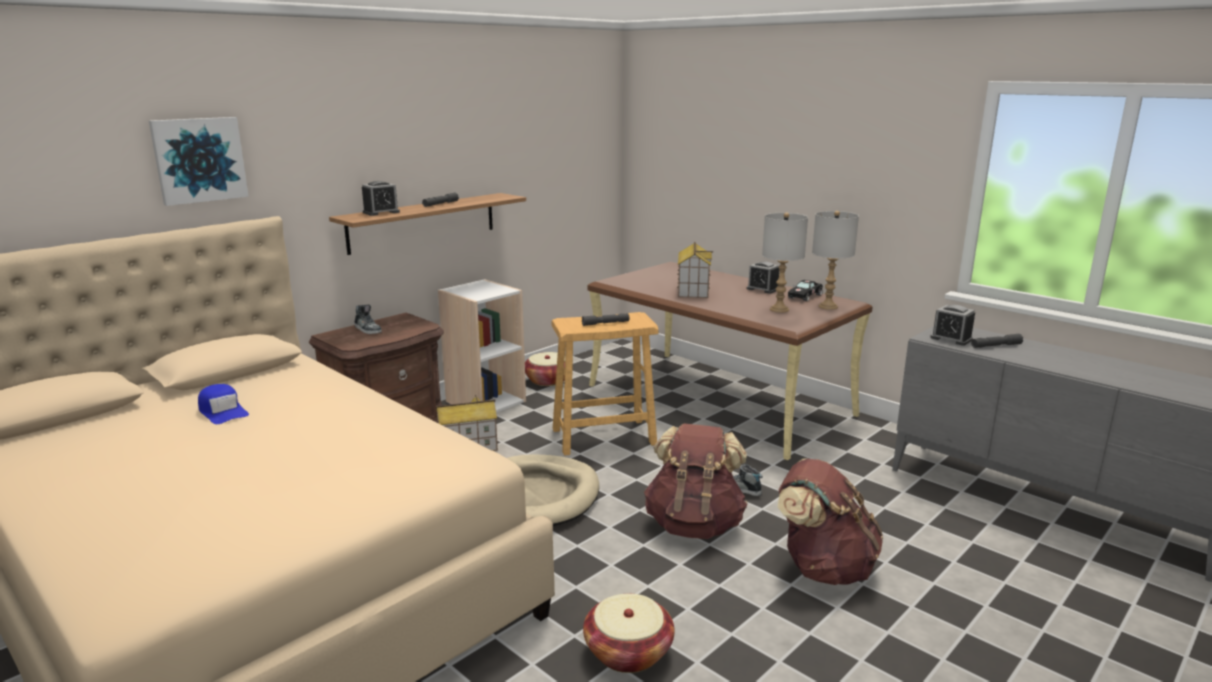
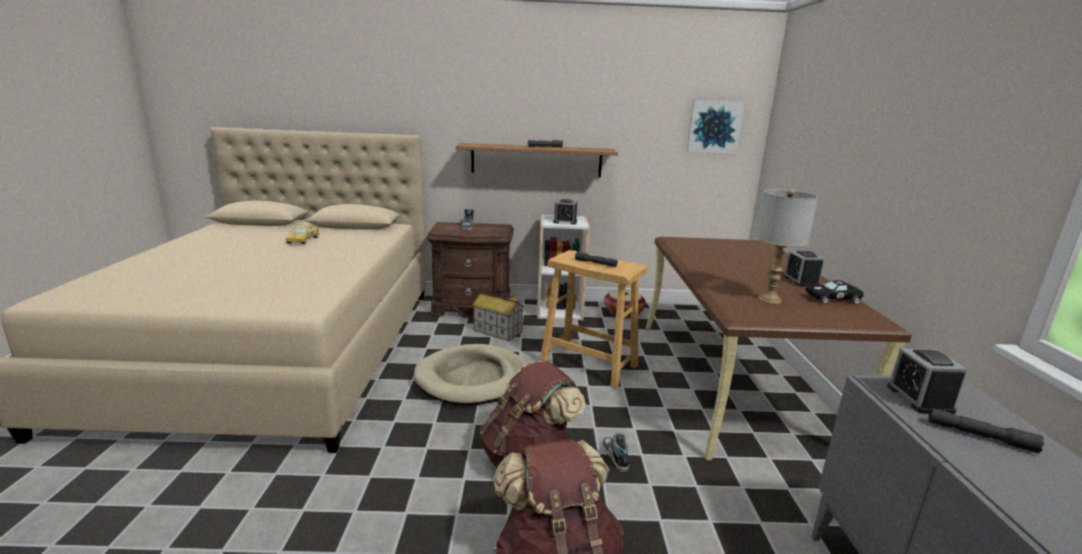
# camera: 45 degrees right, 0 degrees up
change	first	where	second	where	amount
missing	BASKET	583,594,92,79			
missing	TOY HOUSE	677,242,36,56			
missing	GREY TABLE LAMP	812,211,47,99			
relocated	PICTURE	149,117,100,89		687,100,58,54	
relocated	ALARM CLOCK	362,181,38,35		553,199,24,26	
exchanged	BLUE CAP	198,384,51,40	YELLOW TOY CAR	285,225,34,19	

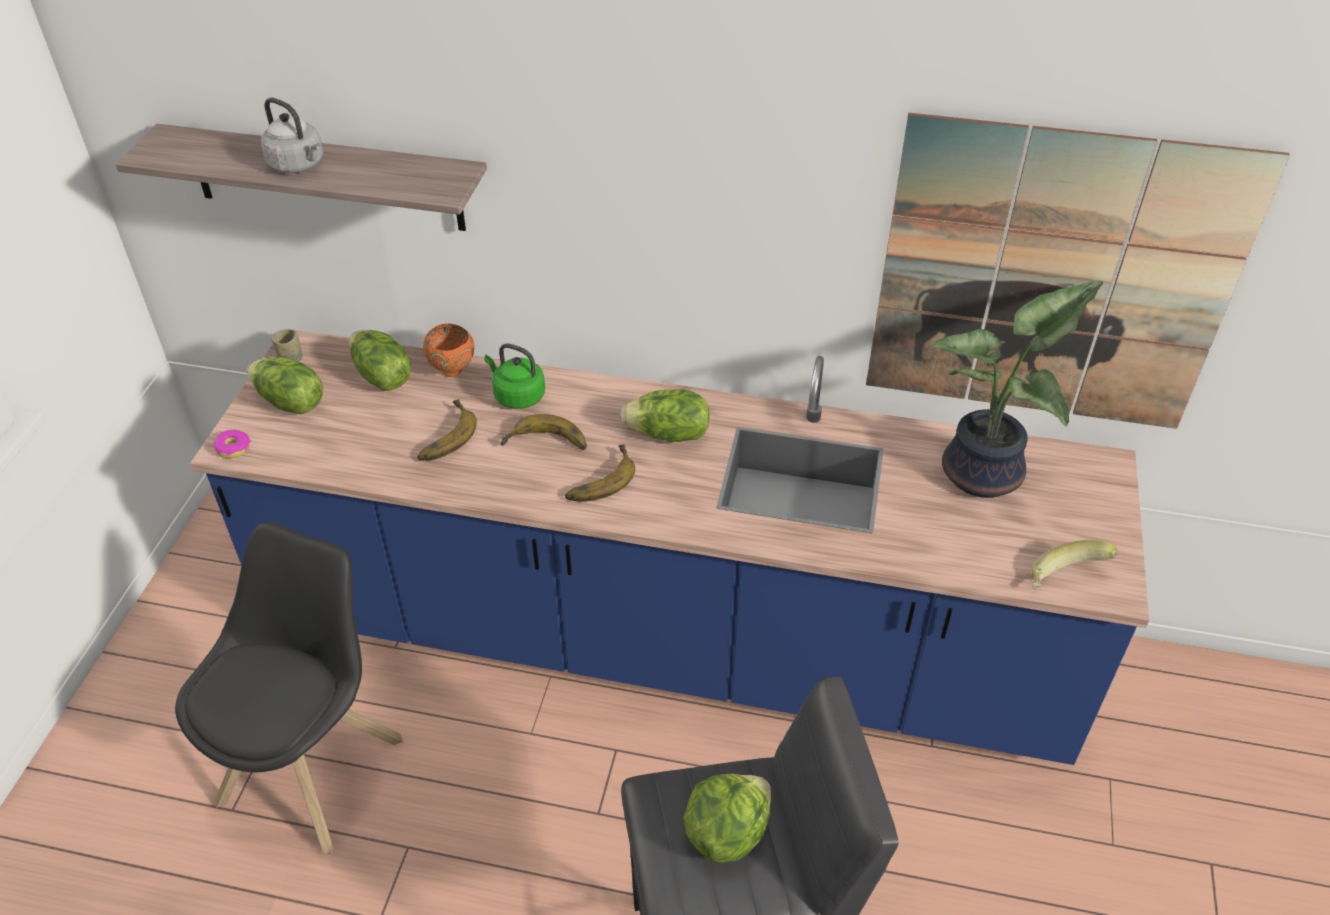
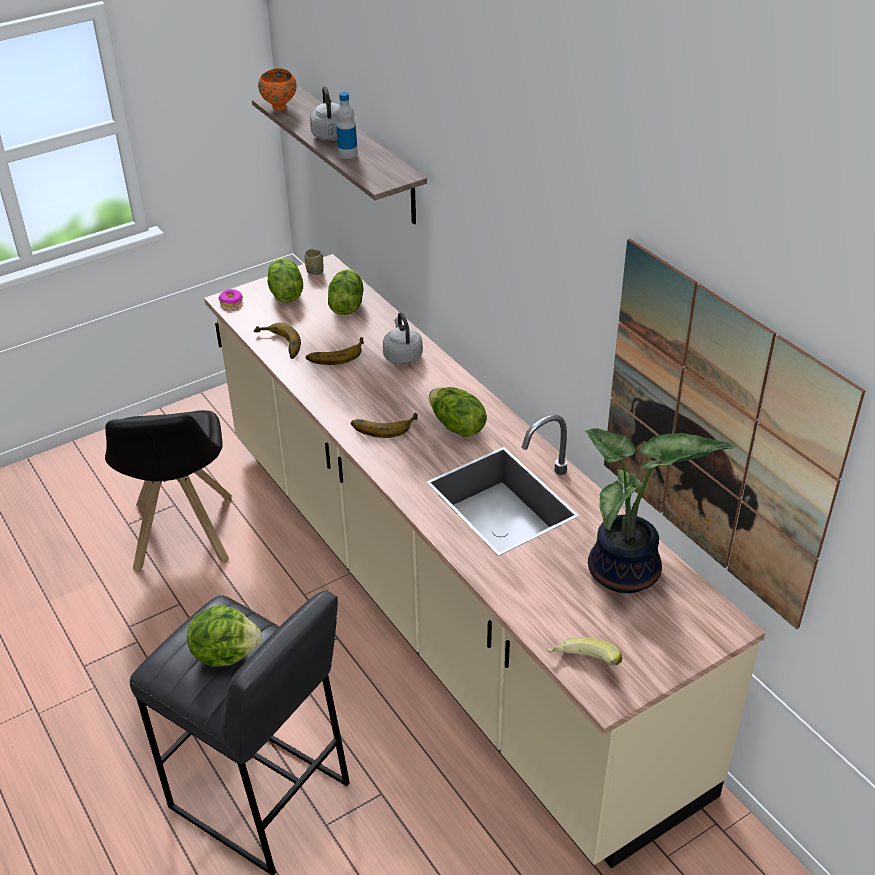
# camera: 45 degrees right, 5 degrees down
change	first	where	second	where	amount
appeared			BOTTLE	336,92,22,67	
relocated	ORANGE BOWL	423,323,52,54		258,68,39,43	
relocated	BANANA	500,414,87,36		254,323,47,36	
colour	BLUE COUNTER	190,328,959,437	BEIGE COUNTER	204,254,561,614	
colour	GREEN KETTLE	484,343,61,66	GREY KETTLE	383,312,40,53	
spun	BLACK CHAIR	175,522,228,333		105,410,127,162	105 degrees clockwise

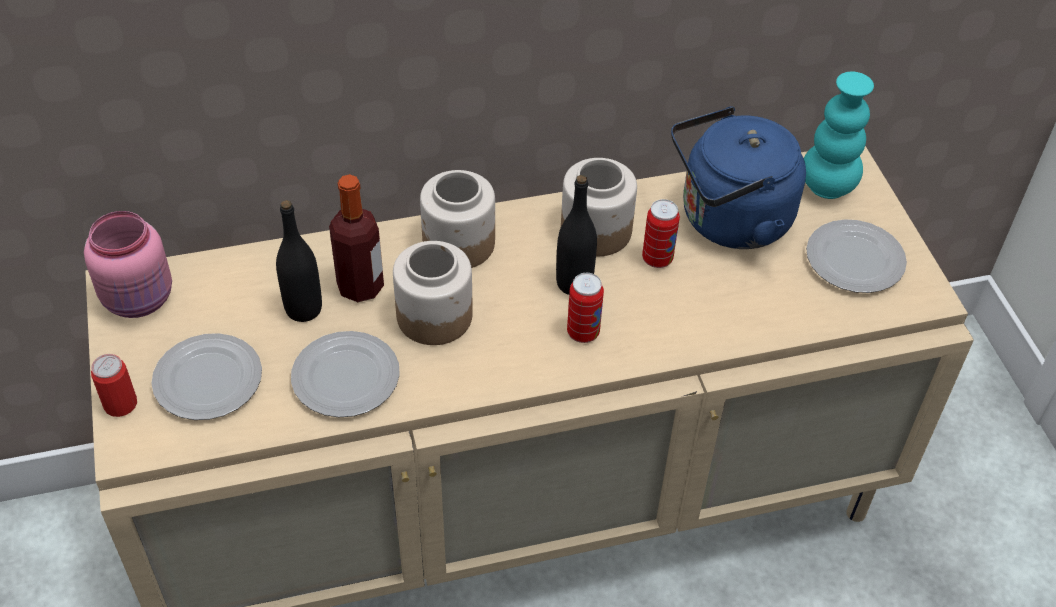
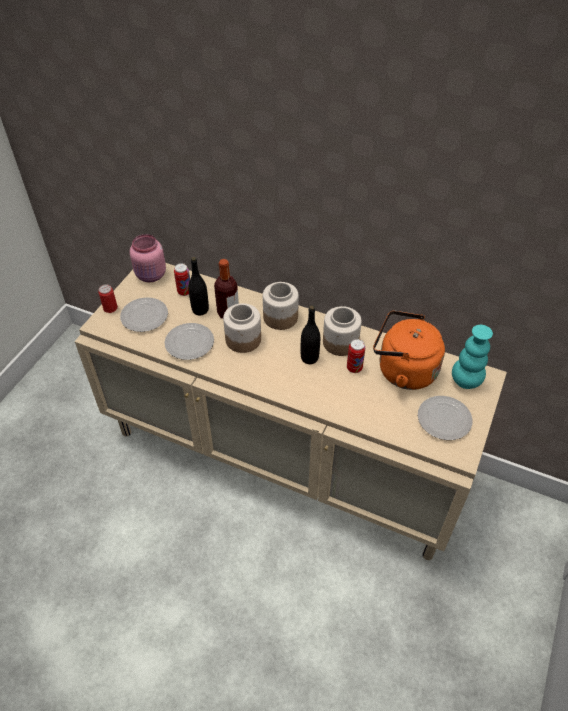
# camera: 40 degrees right, 0 degrees up
change	first	where	second	where	amount
relocated	CAN	567,273,37,70		174,263,16,33	
colour	BLUE KETTLE	671,106,135,143	ORANGE KETTLE	373,310,72,80	

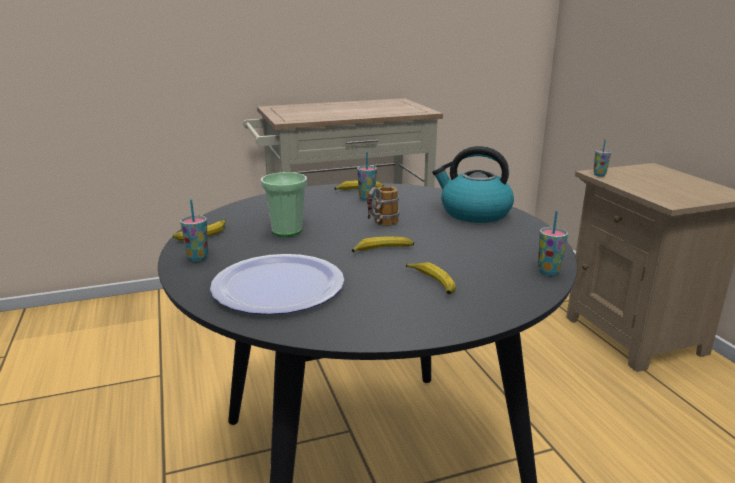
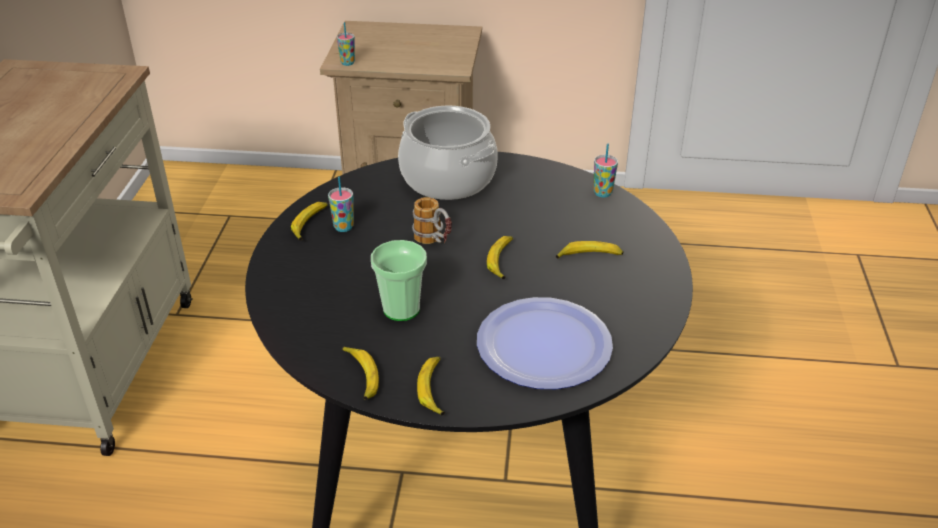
# camera: 65 degrees left, 15 degrees up
change	first	where	second	where	amount
exchanged	CUP	180,200,28,61	BANANA	417,356,28,60	
exchanged	KETTLE	432,146,82,77	COOKING POT	398,106,100,94	

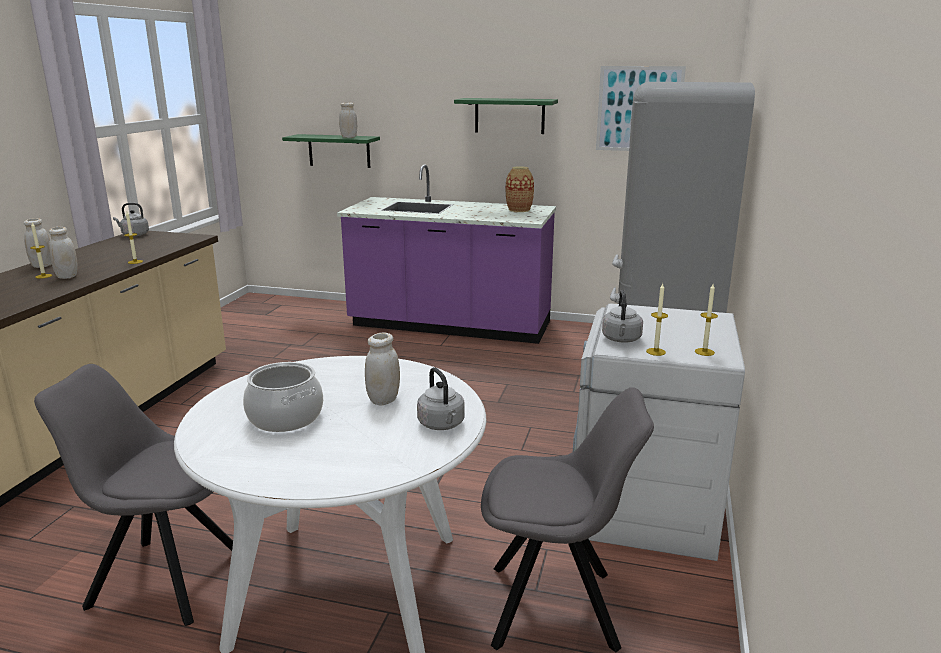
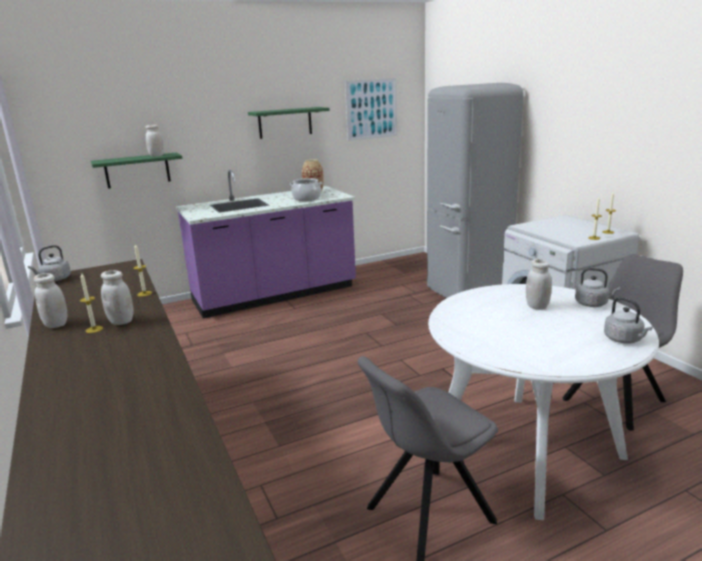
# camera: 40 degrees left, 0 degrees up
change	first	where	second	where	amount
relocated	COOKING POT	243,362,80,70		289,178,33,23	
relocated	GREY KETTLE	602,290,41,53		604,297,49,47	

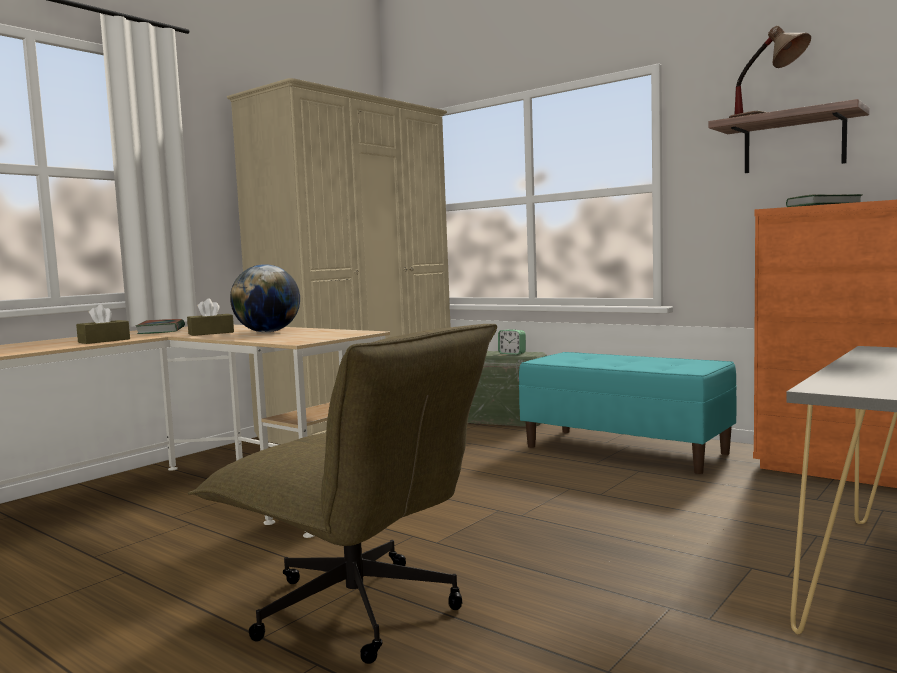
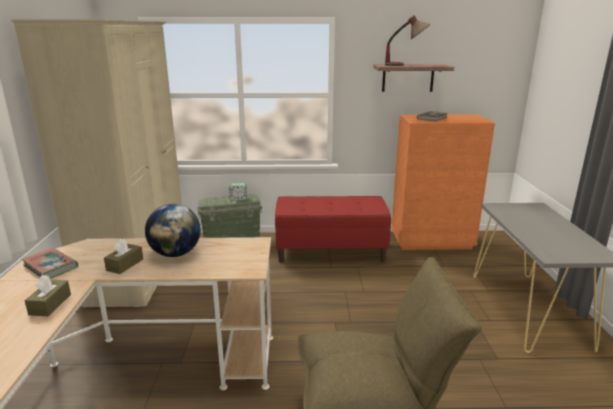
# camera: 40 degrees left, 15 degrees up
change	first	where	second	where	amount
colour	TURQUOISE BENCH	519,352,218,122	RED BENCH	275,196,116,67	

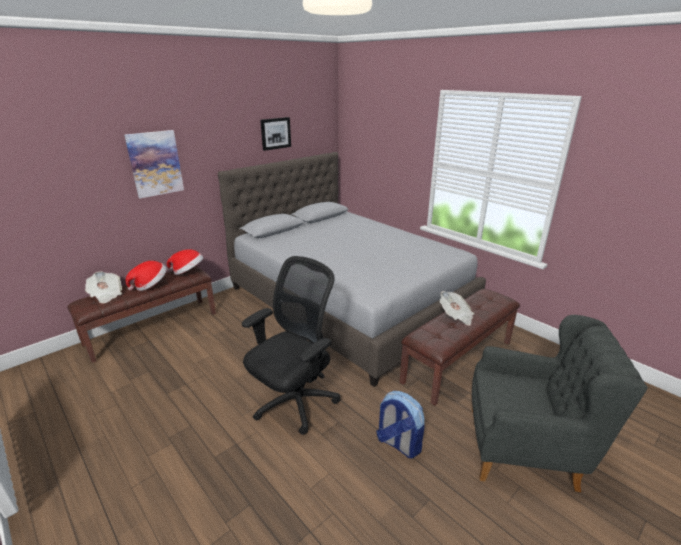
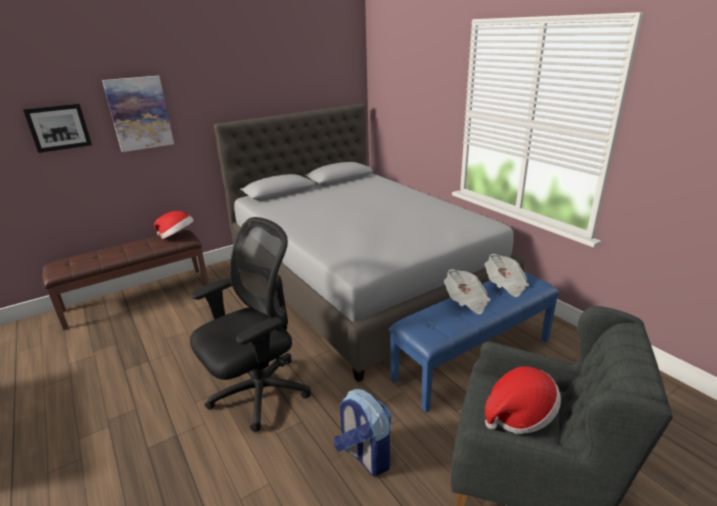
# camera: 10 degrees right, 0 degrees up
change	first	where	second	where	amount
relocated	NEWSPAPER	85,271,37,32		485,254,44,43	
relocated	HAT	126,261,41,30		485,366,76,68	
relocated	PICTURE	260,117,31,34		23,104,69,49	
colour	BROWN BENCH	400,289,120,117	BLUE BENCH	389,272,171,140	

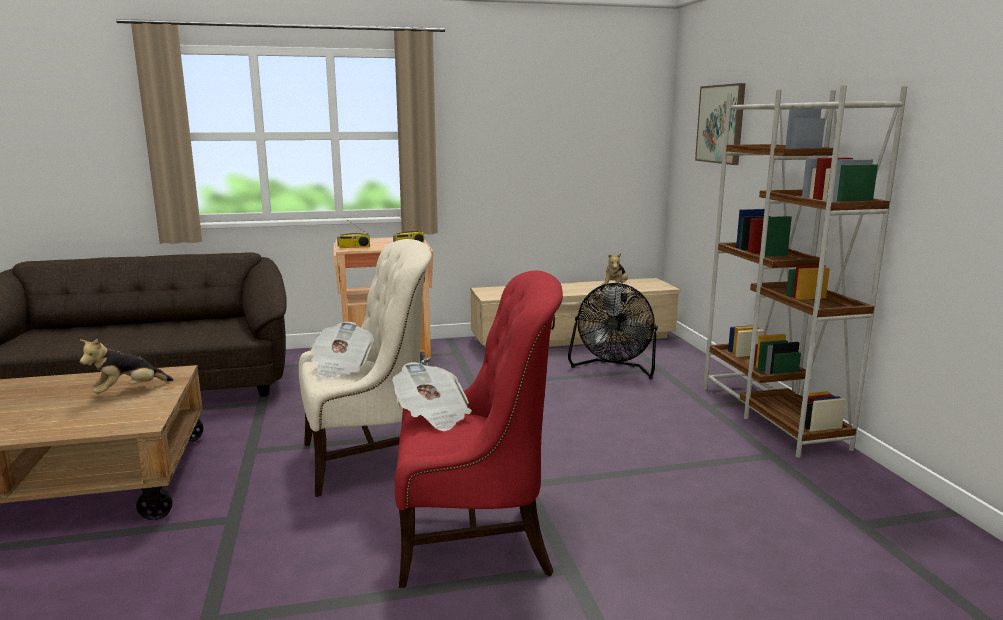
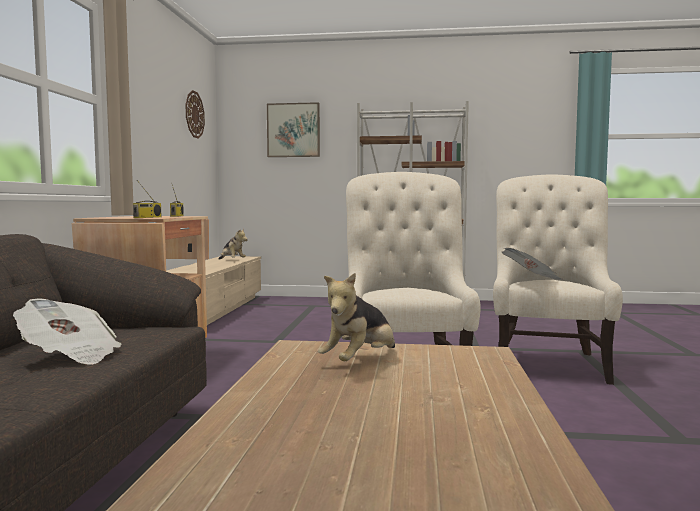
# camera: 70 degrees left, 10 degrees down
change	first	where	second	where	amount
missing	BLACK FAN	568,283,90,96			
appeared			WALL CLOCK	185,90,20,49	
relocated	NEWSPAPER	310,322,64,56		13,299,109,66	
colour	RED ARMCHAIR	395,271,168,317	BEIGE ARMCHAIR	493,175,130,210	
spun	PLUSH TOY	80,339,93,55		318,273,77,88	60 degrees clockwise

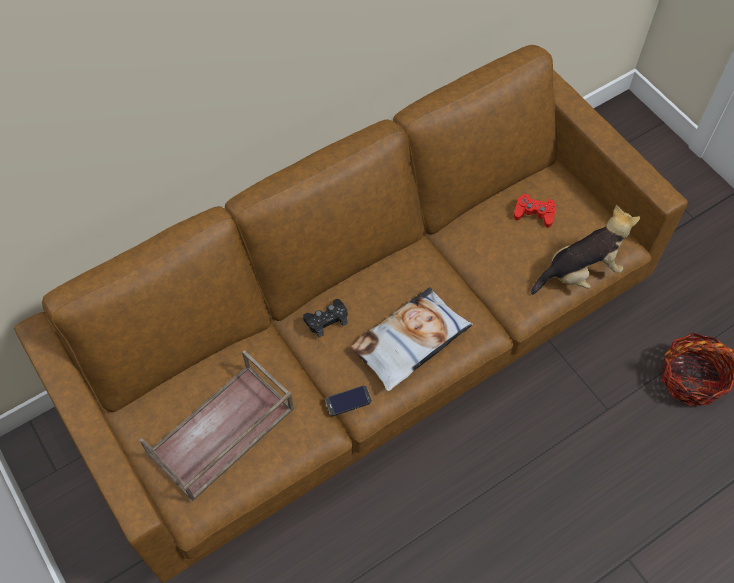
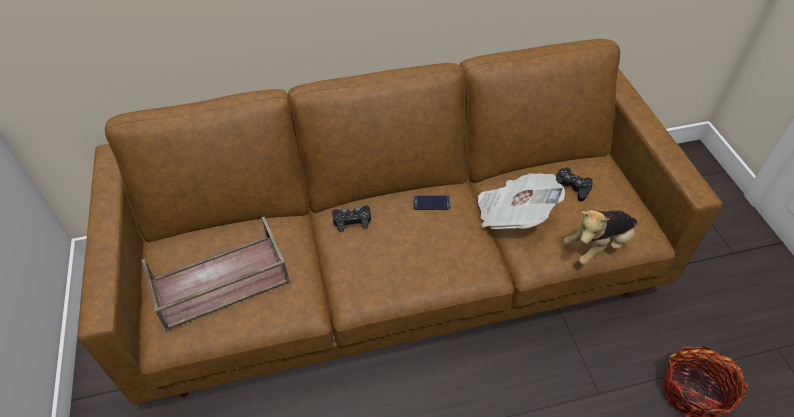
# camera: 20 degrees right, 10 degrees down
change	first	where	second	where	amount
missing	PILLOW	349,287,124,104			
appeared			NEWSPAPER	478,173,87,56	
relocated	PHONE	325,386,47,30		413,195,38,15	
colour	RED GAME CONTROLLER	514,193,42,35	BLACK GAME CONTROLLER	556,167,37,35	
spun	PLUSH TOY	531,205,109,90		564,210,73,55	150 degrees clockwise

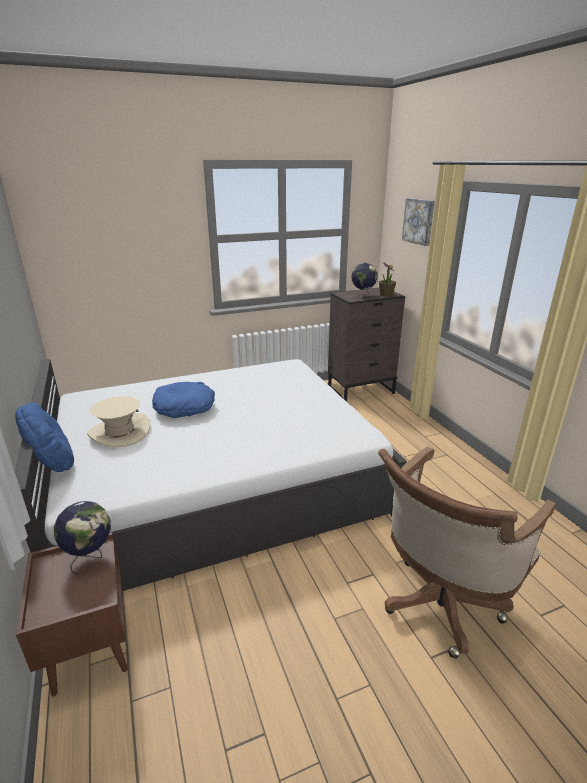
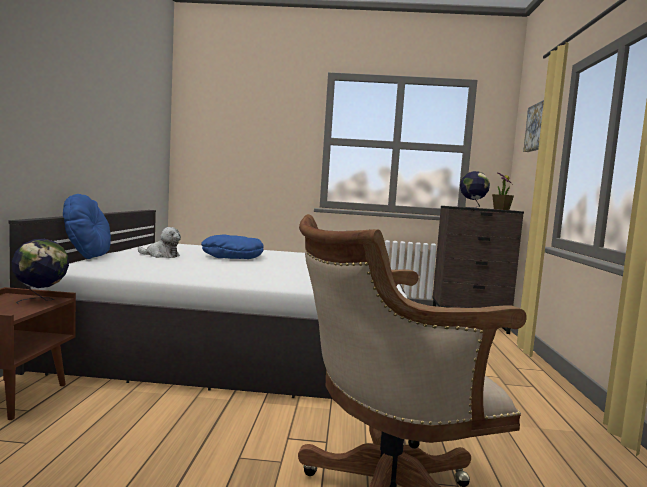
# camera: 25 degrees right, 20 degrees down
change	first	where	second	where	amount
exchanged	BEIGE HAT	87,396,63,51	PLUSH TOY	138,227,43,31	

